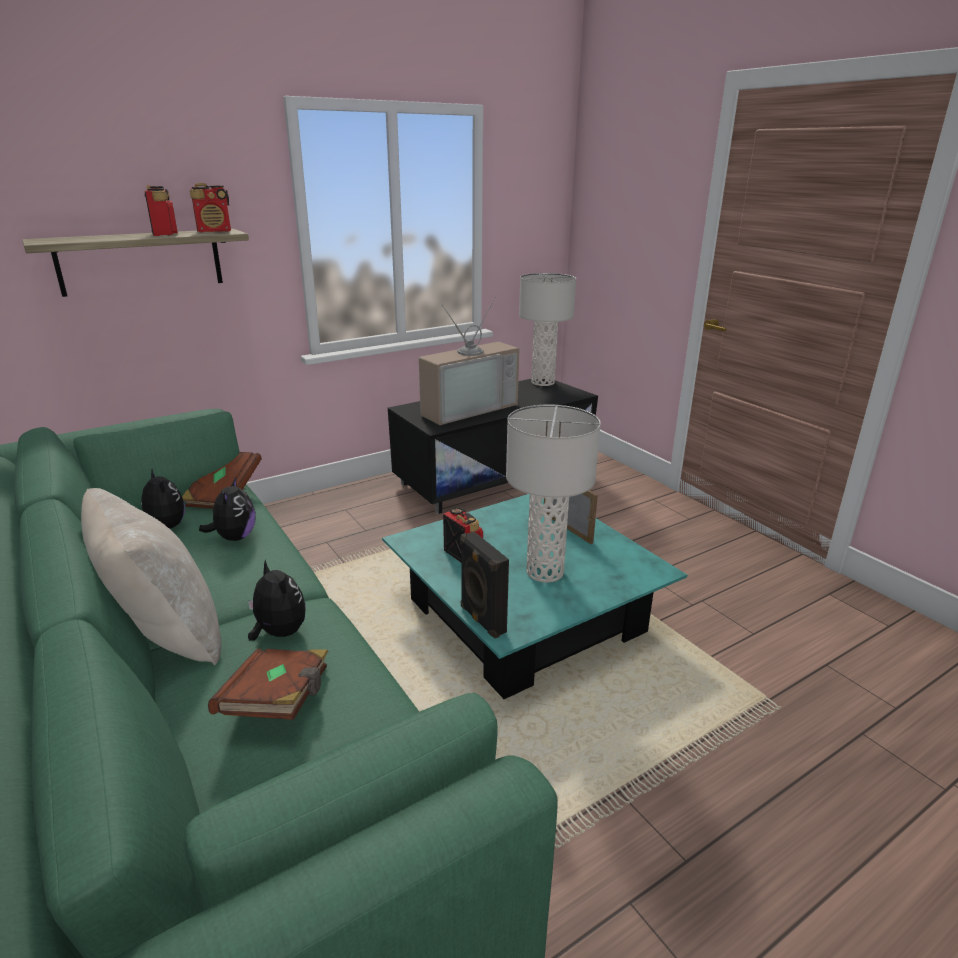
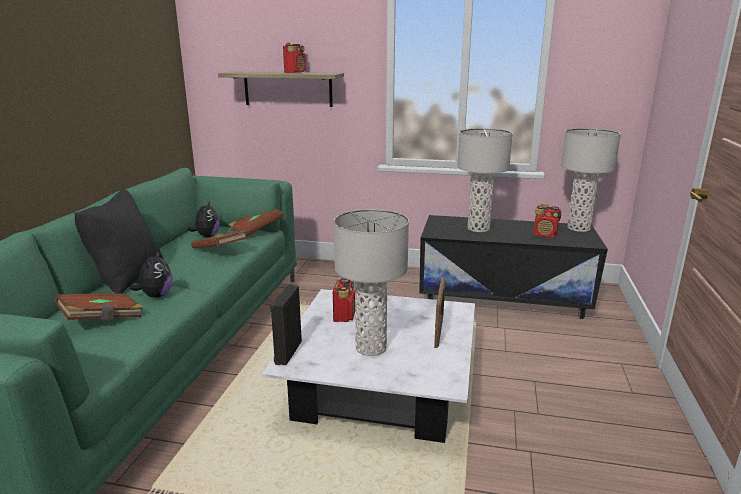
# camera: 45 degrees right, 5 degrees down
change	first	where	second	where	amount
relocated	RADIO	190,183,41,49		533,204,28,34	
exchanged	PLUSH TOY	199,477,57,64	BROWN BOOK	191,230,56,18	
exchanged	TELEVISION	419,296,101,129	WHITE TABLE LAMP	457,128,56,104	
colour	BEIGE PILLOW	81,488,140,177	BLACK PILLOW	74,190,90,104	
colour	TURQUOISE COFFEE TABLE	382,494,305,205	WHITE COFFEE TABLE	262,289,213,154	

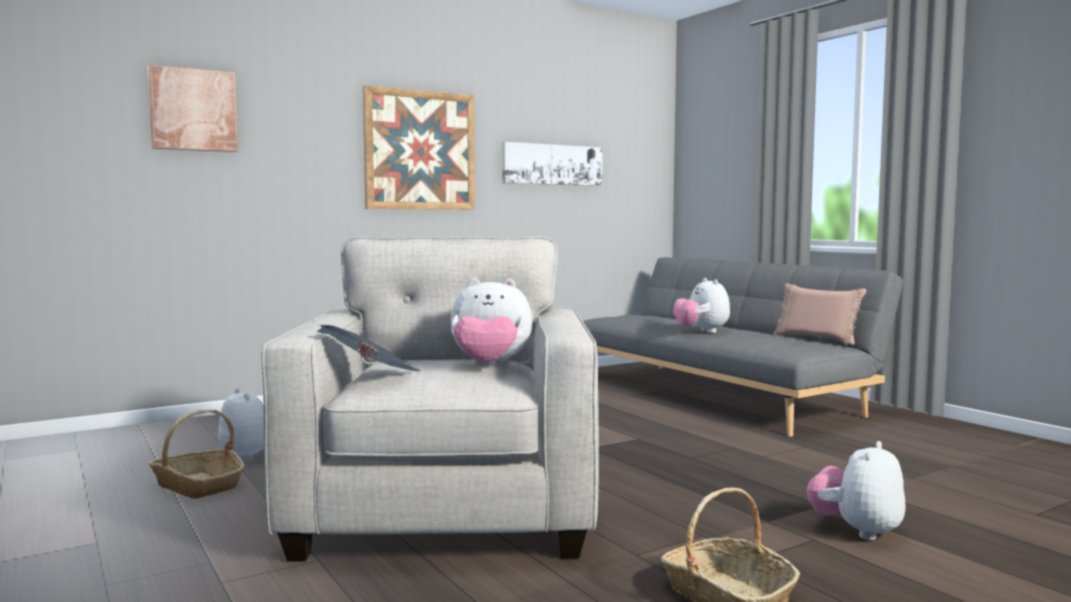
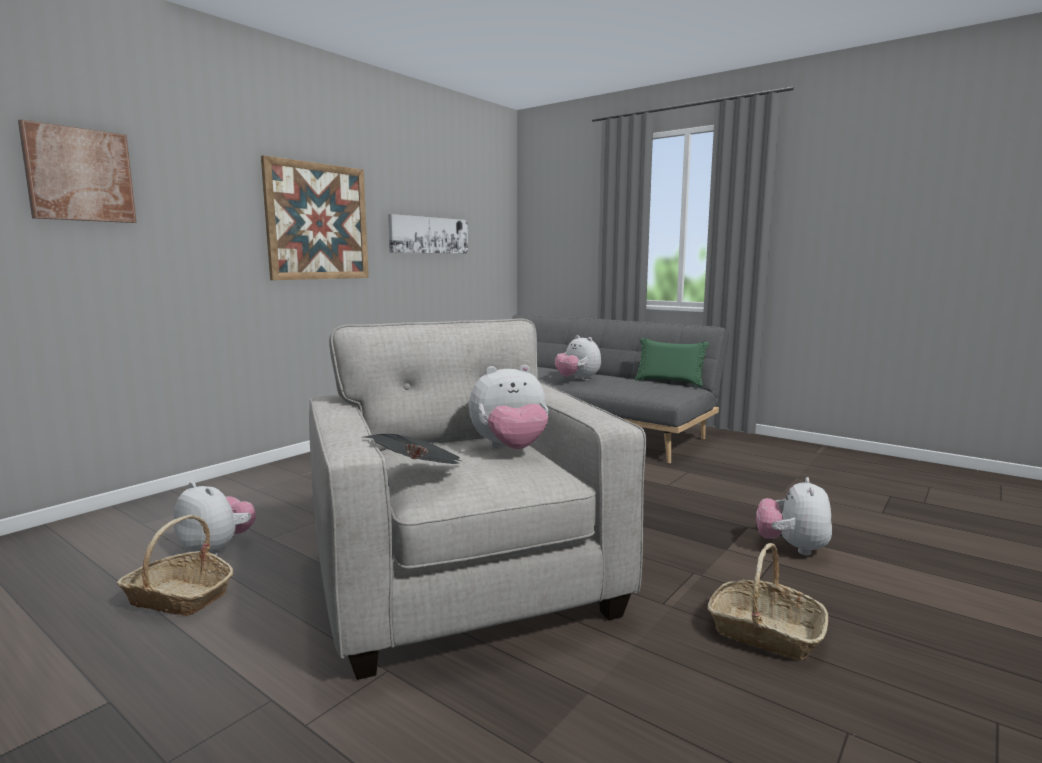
# camera: 20 degrees left, 5 degrees up
change	first	where	second	where	amount
colour	BEIGE PILLOW	773,284,93,62	GREEN PILLOW	634,338,75,49	

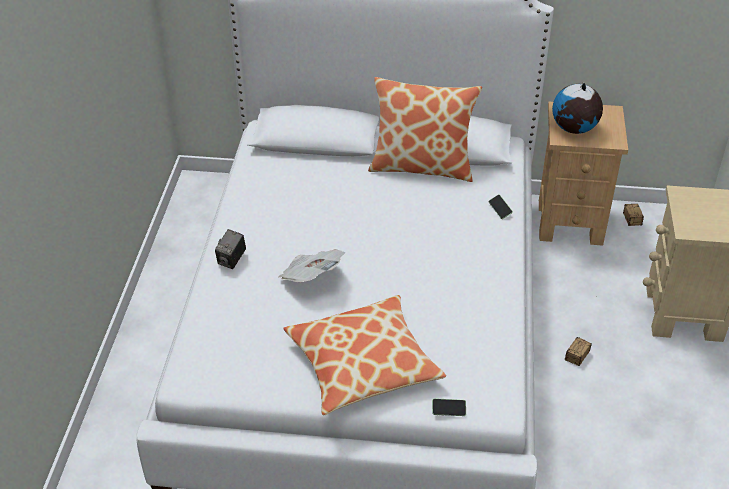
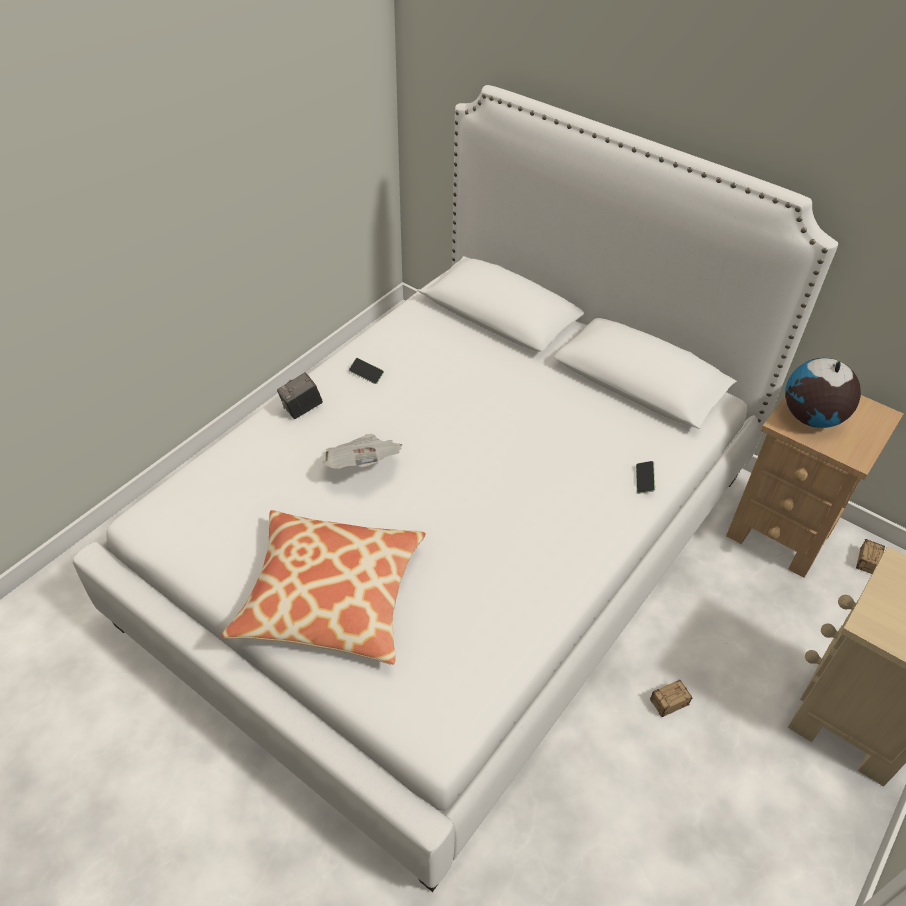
# camera: 30 degrees right, 5 degrees up
change	first	where	second	where	amount
missing	PILLOW	368,77,114,105			
relocated	PHONE	432,398,34,18		349,358,35,26	

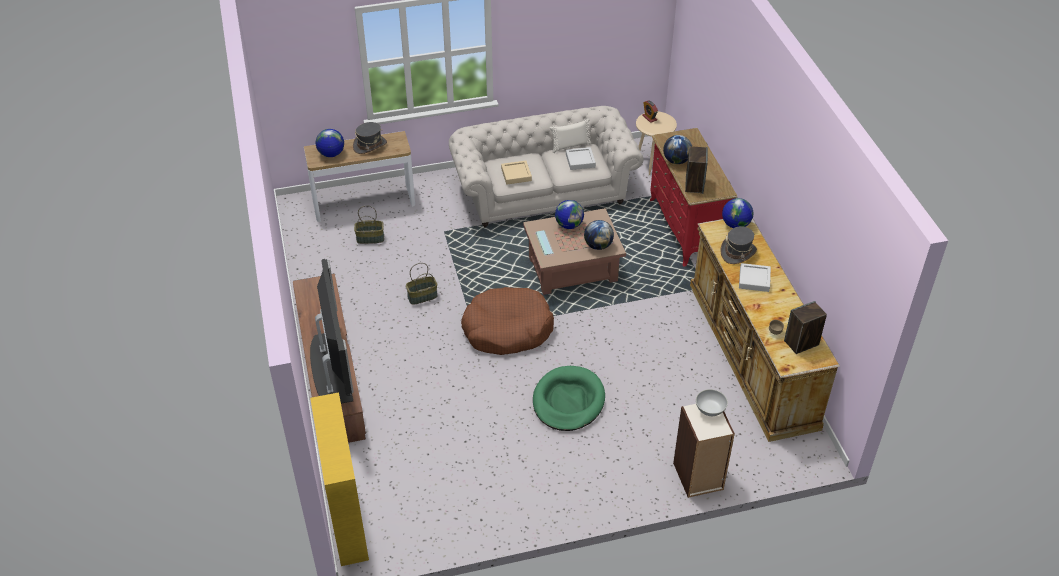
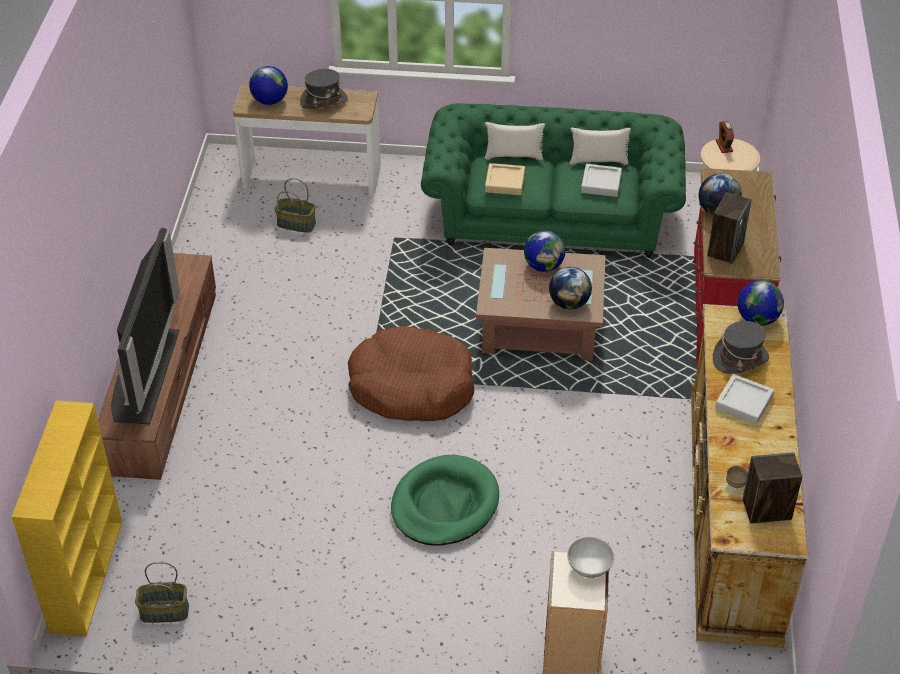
# camera: 20 degrees right, 0 degrees up
change	first	where	second	where	amount
appeared			WHITE PILLOW	485,122,60,39	
relocated	BASKET	406,263,32,42		135,562,54,61	
colour	WHITE SOFA	449,106,195,121	GREEN SOFA	421,103,265,155	

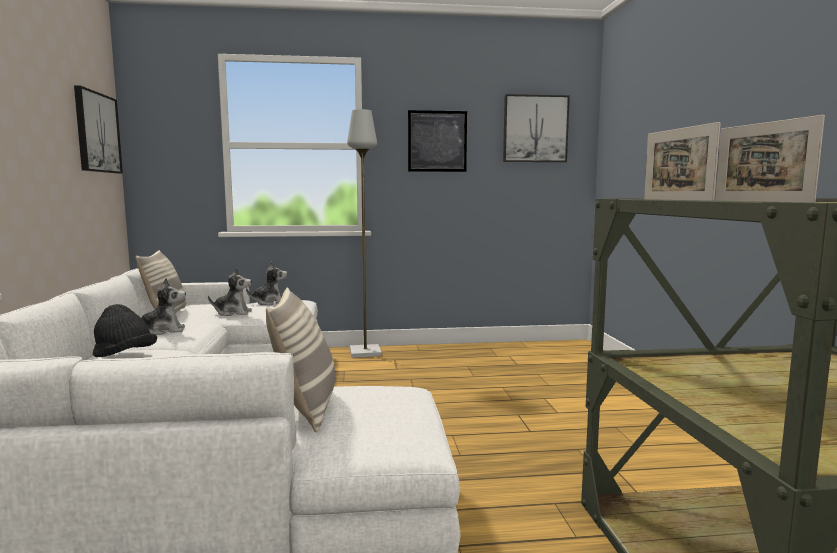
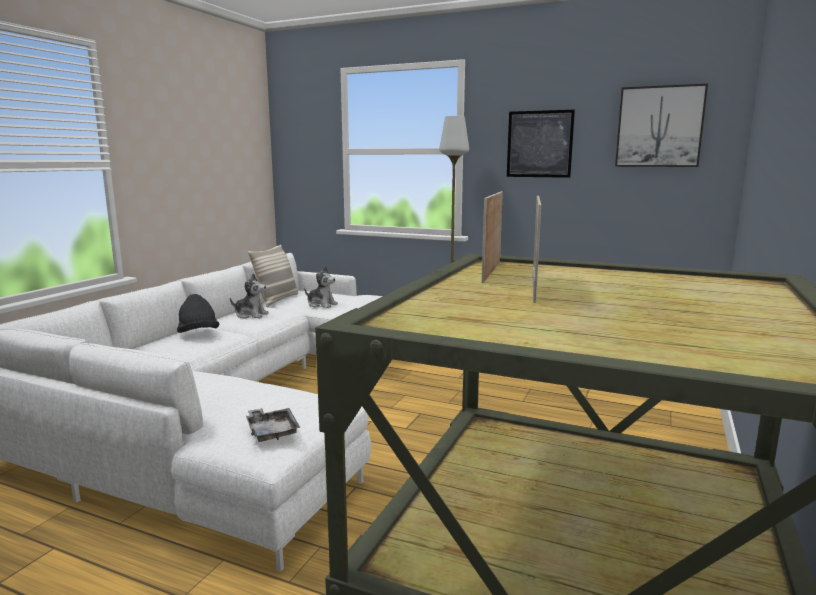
# camera: 30 degrees right, 5 degrees up
change	first	where	second	where	amount
missing	PICTURE	74,85,49,88			
missing	PLUSH TOY	246,261,41,44			
missing	PILLOW	266,287,69,145			
appeared			GREY TRAY	246,408,54,34	

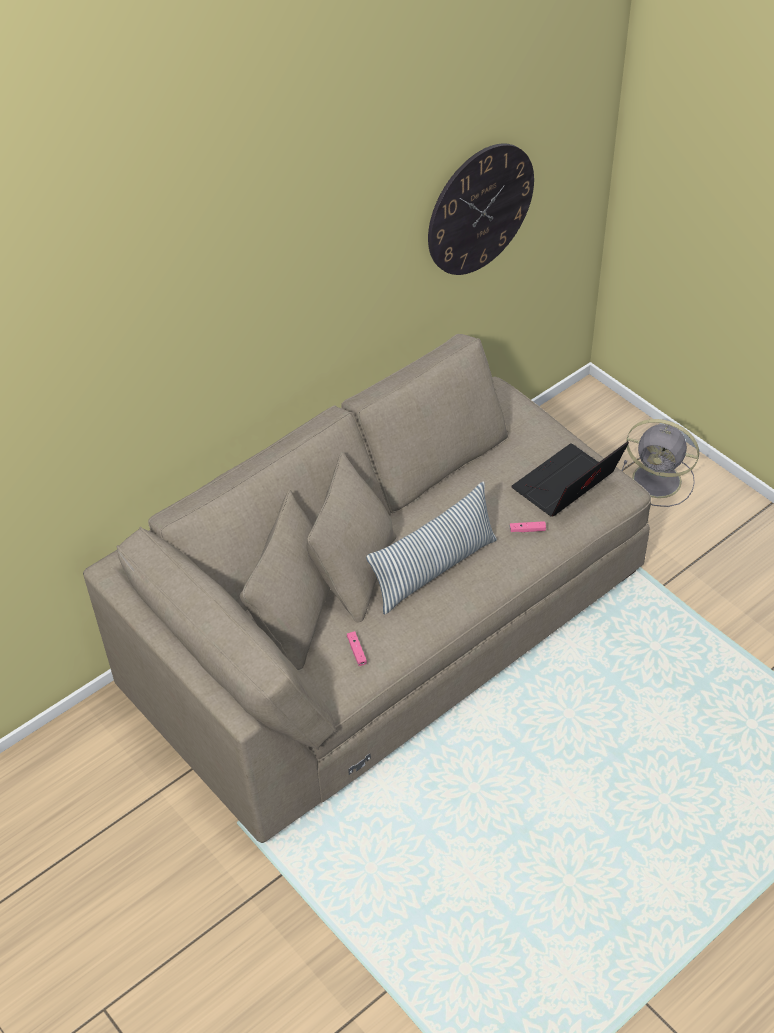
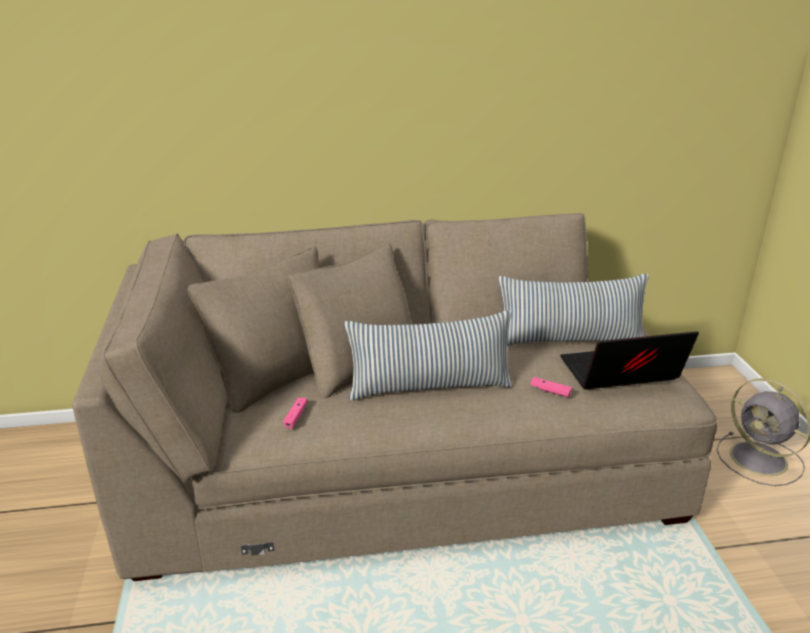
# camera: 30 degrees right, 20 degrees down
change	first	where	second	where	amount
missing	WALL CLOCK	428,143,106,132			
appeared			PILLOW	498,274,151,72	

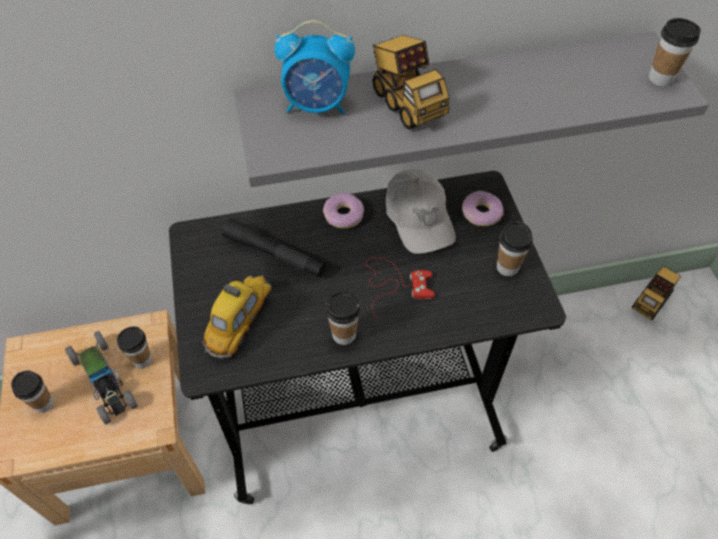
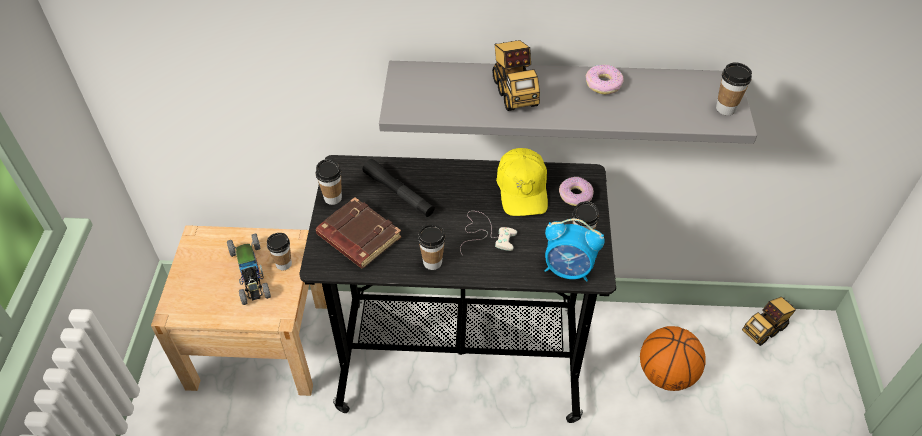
# camera: 15 degrees right, 5 degrees down
change	first	where	second	where	amount
appeared			BASKETBALL	640,326,66,65	
relocated	CUP	11,370,43,43		316,159,26,46	
relocated	ALARM CLOCK	275,20,80,94		544,218,61,64	
relocated	DONUT	323,193,41,36		586,65,38,29	
exchanged	TOY CAR	202,275,70,84	BROWN BOOK	316,197,86,71	
colour	RED GAME CONTROLLER	366,257,69,61	WHITE GAME CONTROLLER	460,211,57,45	
colour	WHITE CAP	386,169,70,85	YELLOW CAP	496,148,52,68	

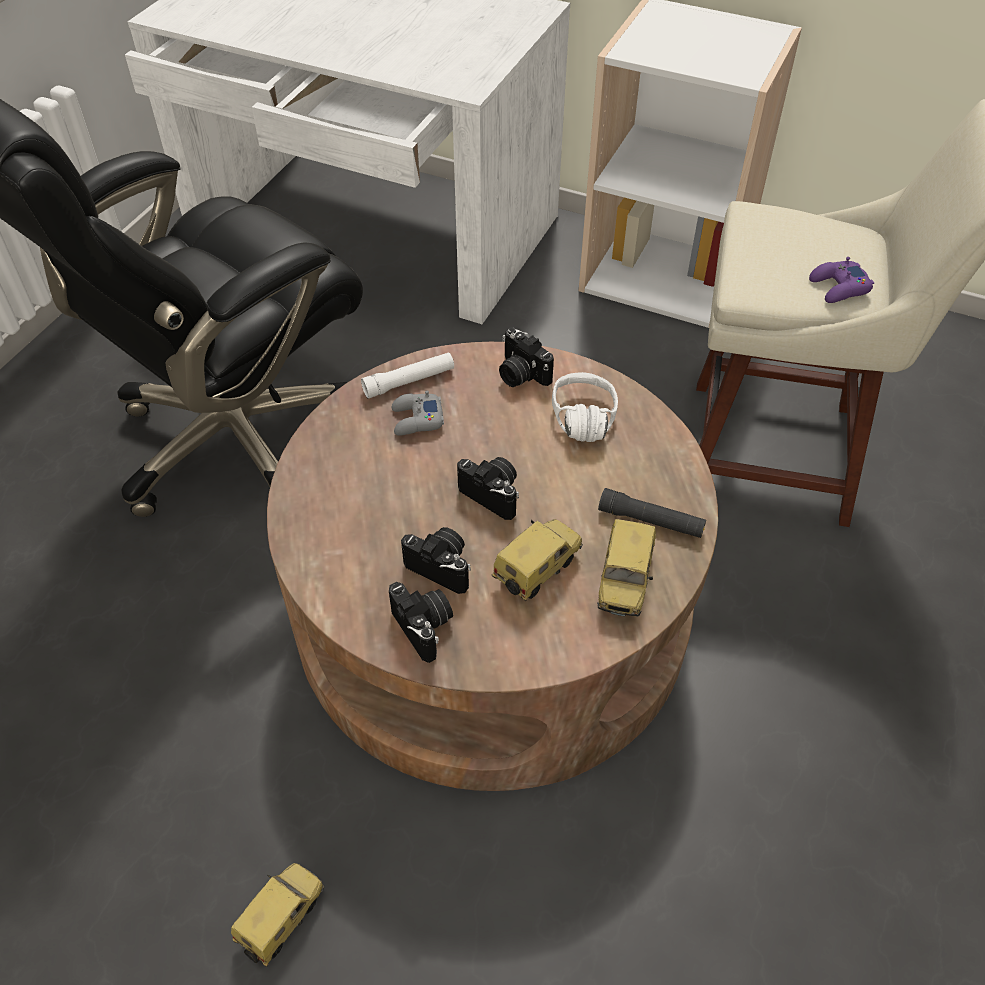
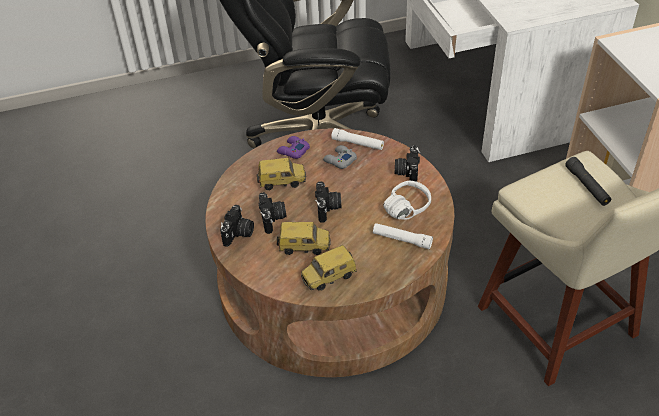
# camera: 50 degrees right, 5 degrees down
change	first	where	second	where	amount
appeared			WHITE FLASHLIGHT	373,223,60,26	
relocated	TOY CAR	231,863,94,104		257,158,49,32	
relocated	BLACK FLASHLIGHT	598,488,108,50		565,157,46,49	
relocated	PURPLE GAME CONTROLLER	809,257,65,46		277,136,33,23	

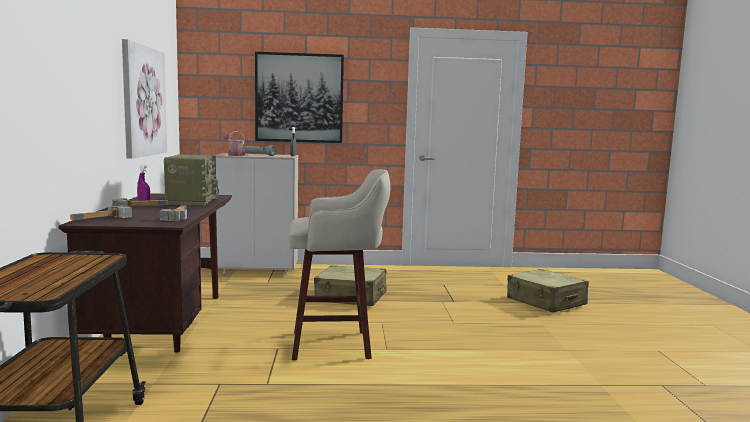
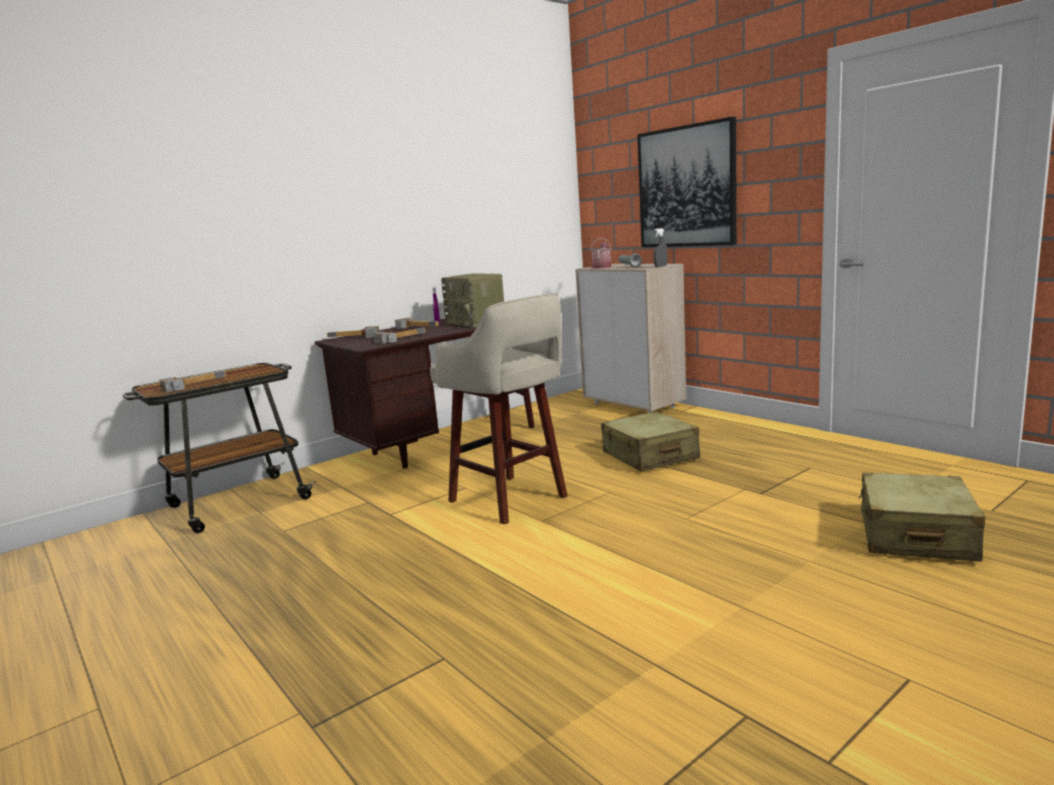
# camera: 55 degrees right, 5 degrees up
change	first	where	second	where	amount
missing	PICTURE	122,39,45,120			
appeared			HAMMER	159,371,67,21	
spun	RADIO	164,154,55,51		441,273,63,55	90 degrees clockwise

